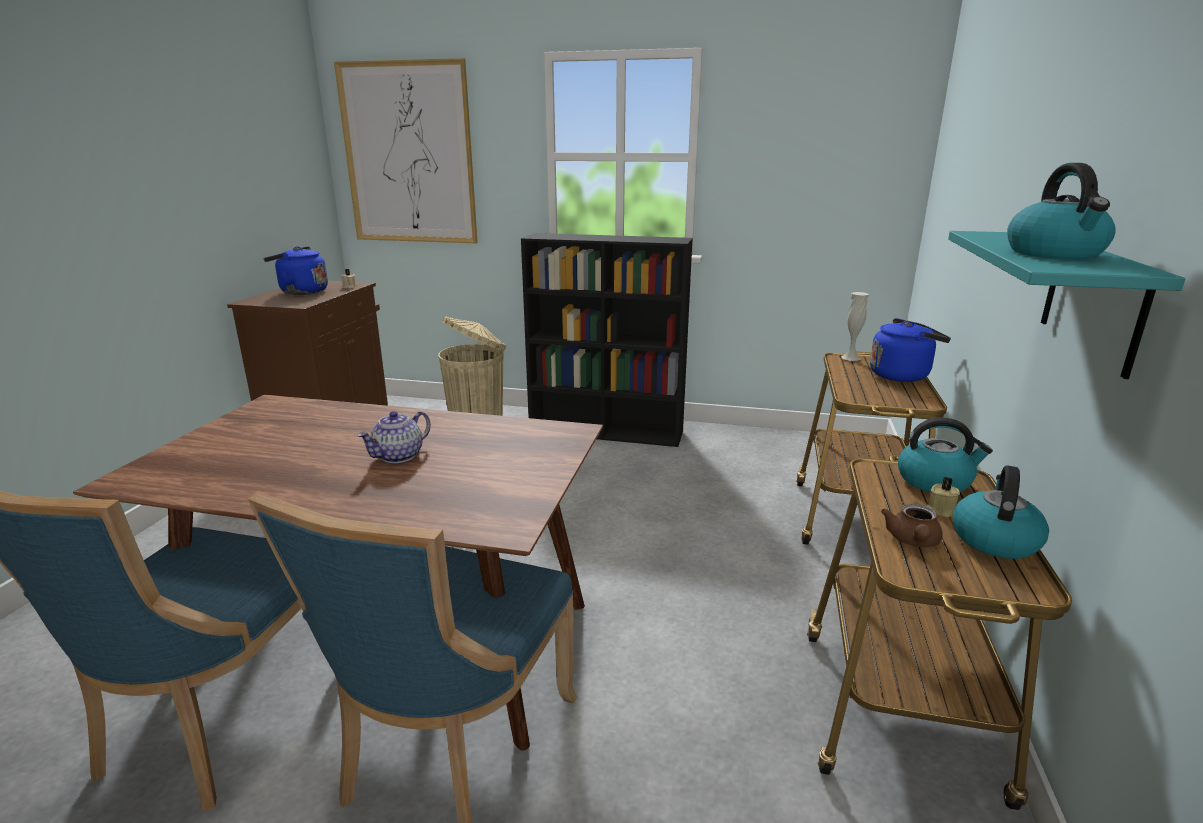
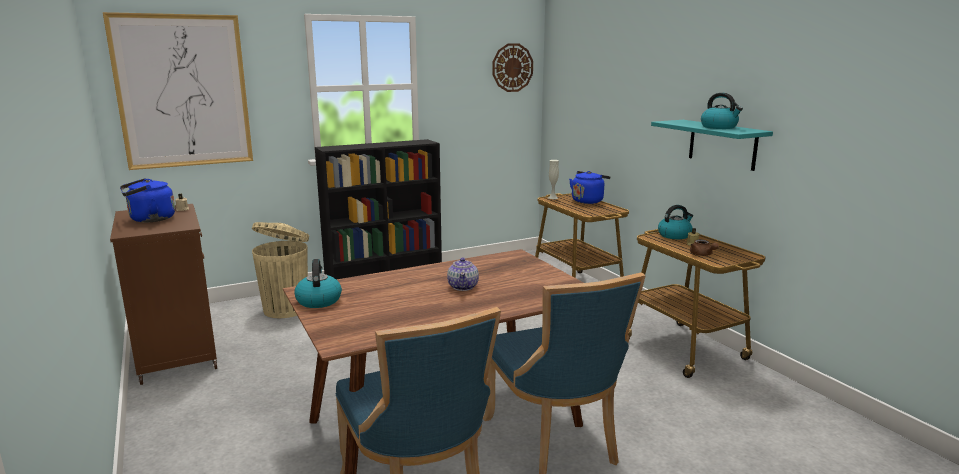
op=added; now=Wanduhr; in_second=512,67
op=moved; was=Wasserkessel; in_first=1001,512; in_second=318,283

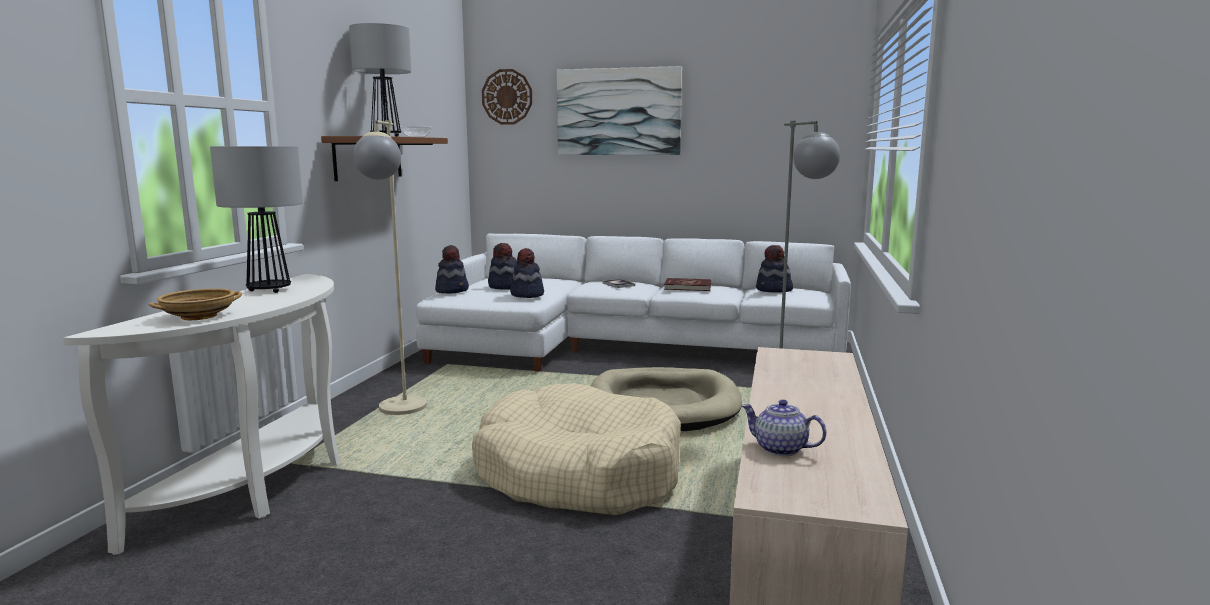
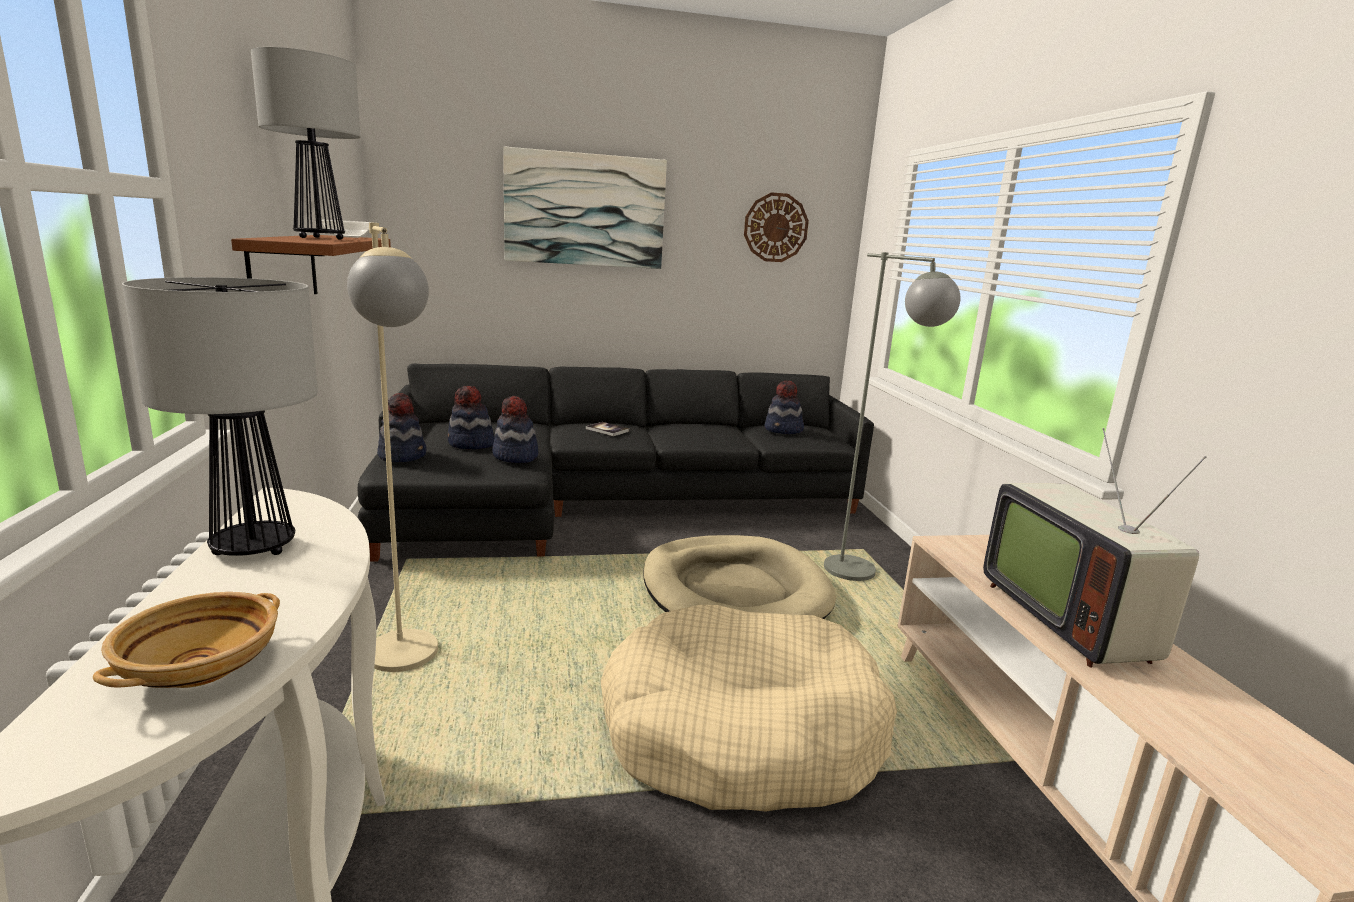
op=removed; was=Buch [rot]; in_first=687,284
op=removed; was=Teekanne; in_first=784,427
op=added; now=Fernseher; in_second=1094,548
op=moved; was=Wanduhr; in_first=507,97; in_second=776,227
op=recoloured; was=Sofa [weiß]; now=Sofa [schwarz]; in_first=633,302; in_second=616,462

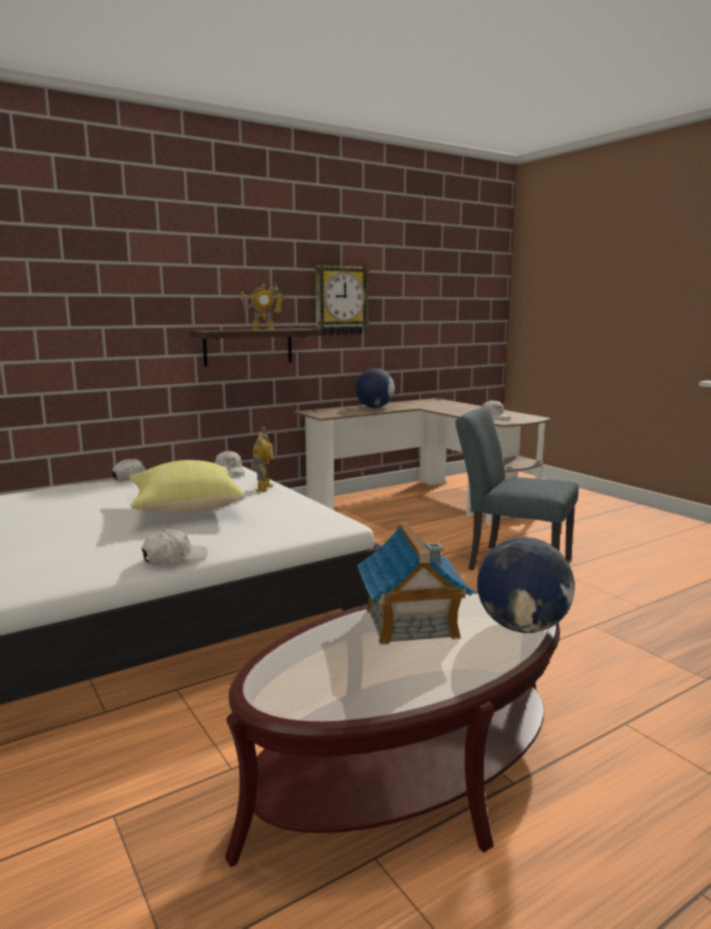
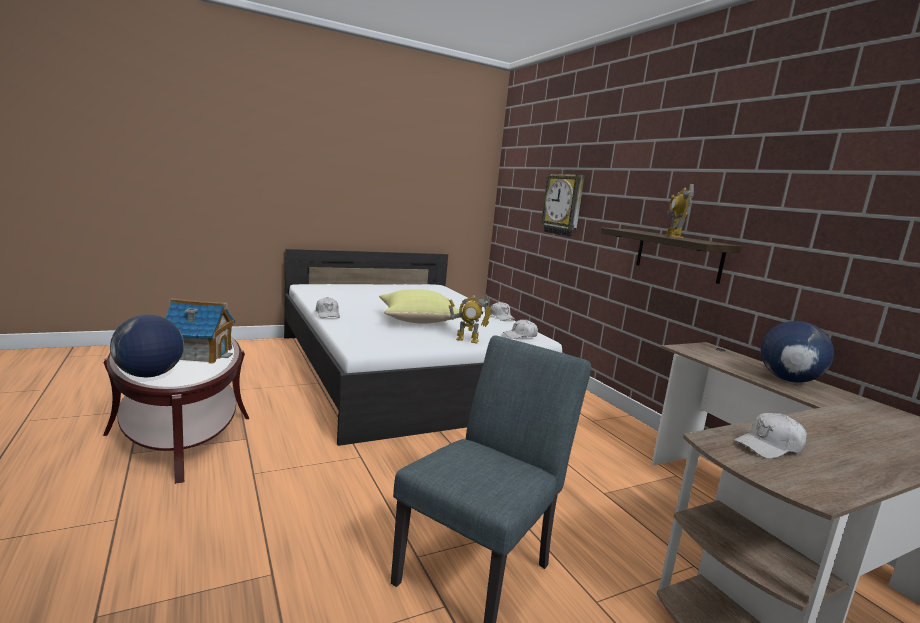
op=moved; was=Wanduhr; in_first=342,300; in_second=562,205

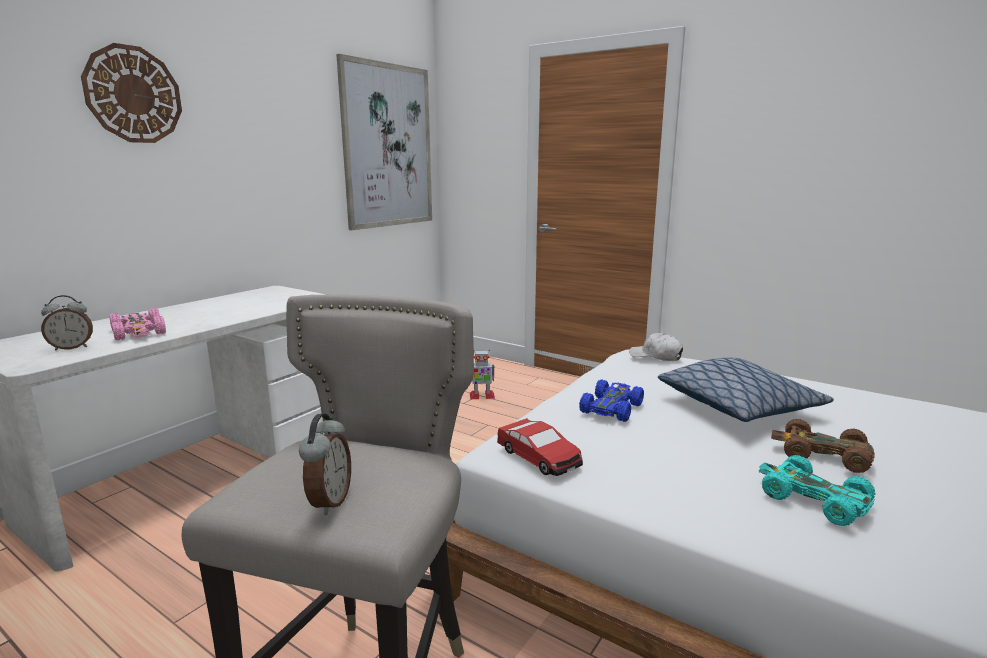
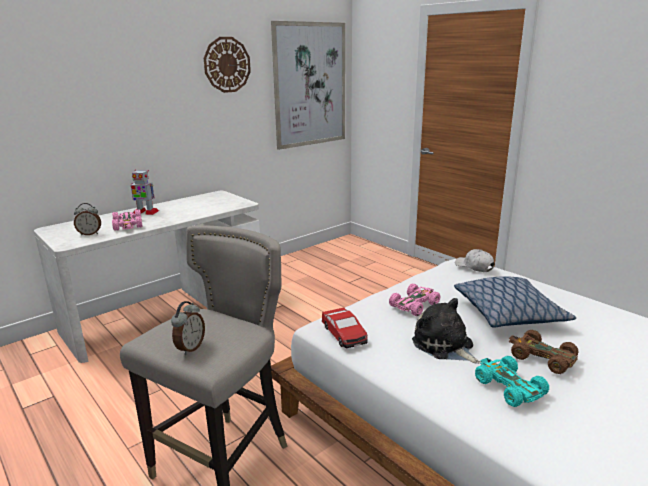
op=added; now=Plüschtier; in_second=446,331
op=moved; was=Wanduhr; in_first=131,93; in_second=227,65
op=moved; was=Spielzeugroboter; in_first=482,374; in_second=144,192
op=recoloured; was=Spielzeugauto [blau]; now=Spielzeugauto [rosa]; in_first=611,401; in_second=415,299

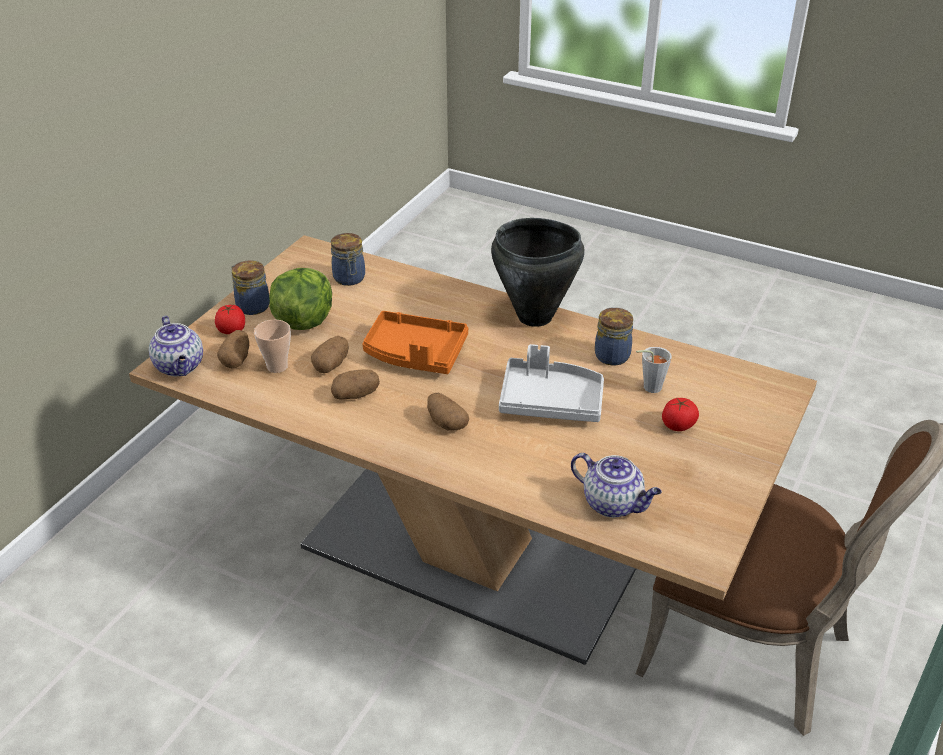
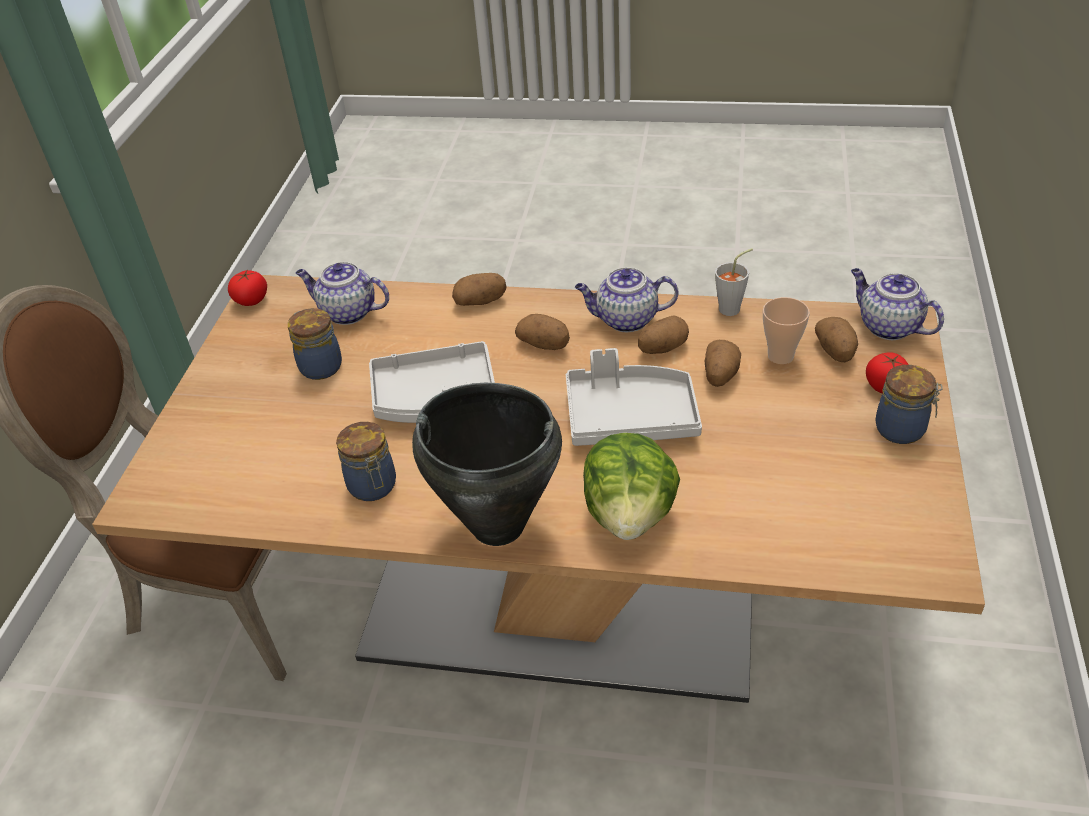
op=added; now=Kartoffel; in_second=479,289
op=added; now=Teekanne; in_second=627,299
op=moved; was=Salatkopf; in_first=300,299; in_second=631,486
op=moved; was=Vorratsglas; in_first=348,259; in_second=315,344
op=moved; was=Tasse [grau]; in_first=654,370; in_second=734,282
op=moved; was=Tomate; in_first=680,414; in_second=247,288
op=recoloured; was=Tablett [orange]; now=Tablett [grau]; in_first=415,342; in_second=634,397

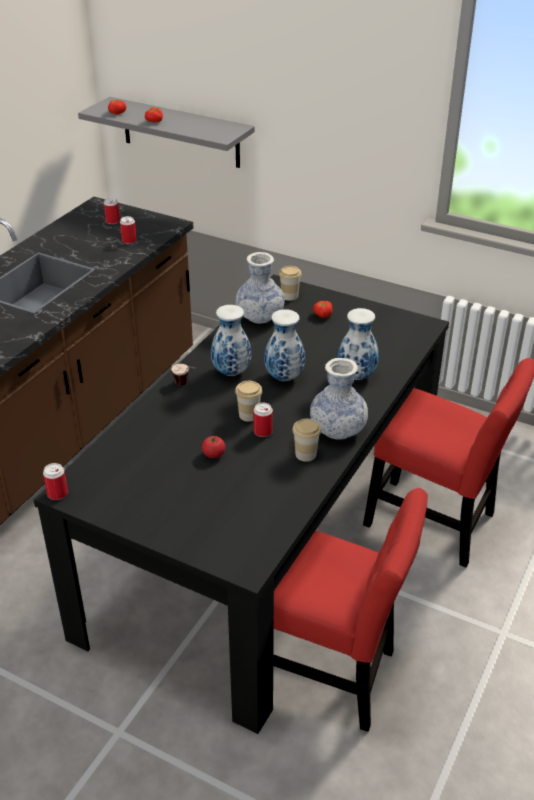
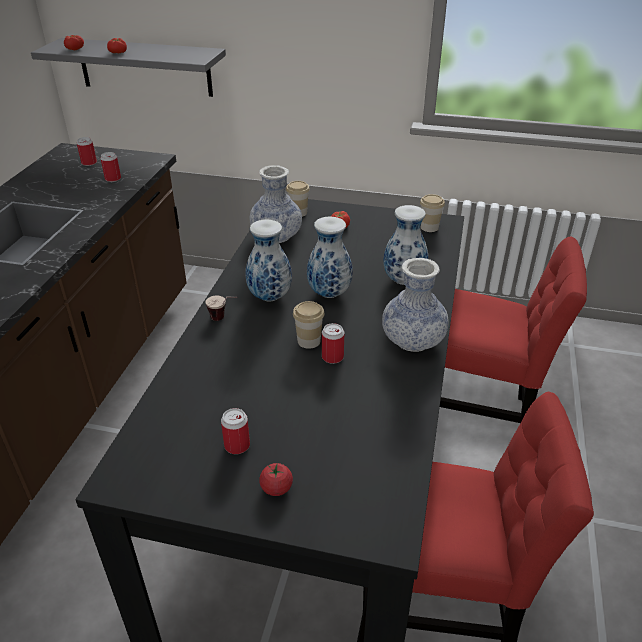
op=moved; was=Dose; in_first=55,481; in_second=235,431
op=moved; was=Tomate; in_first=214,447; in_second=276,479
op=moved; was=Tasse; in_first=306,440; in_second=432,213

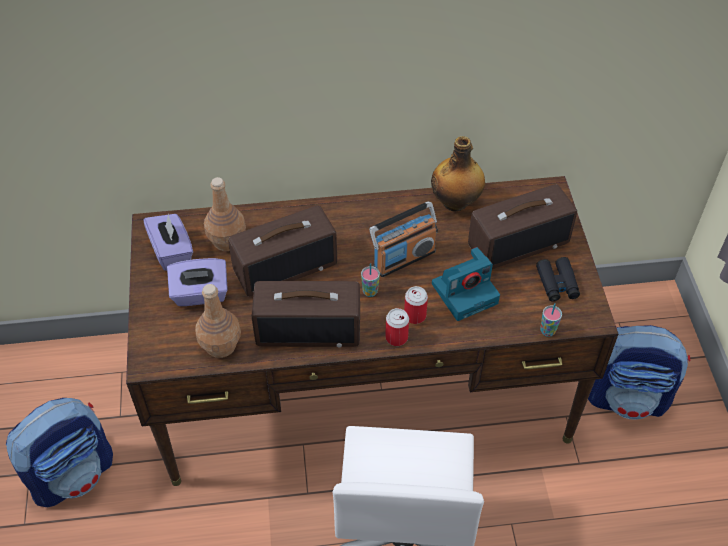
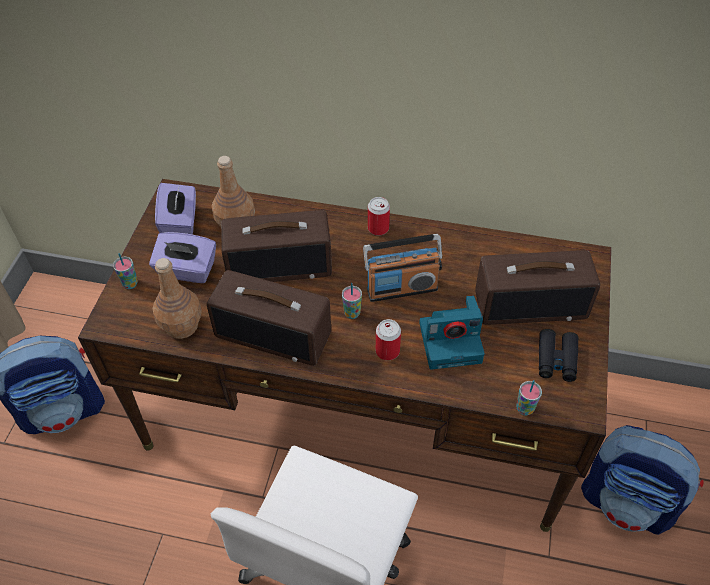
op=removed; was=Flasche; in_first=458,174
op=added; now=Tasse; in_second=125,271
op=moved; was=Dose; in_first=397,327; in_second=379,216

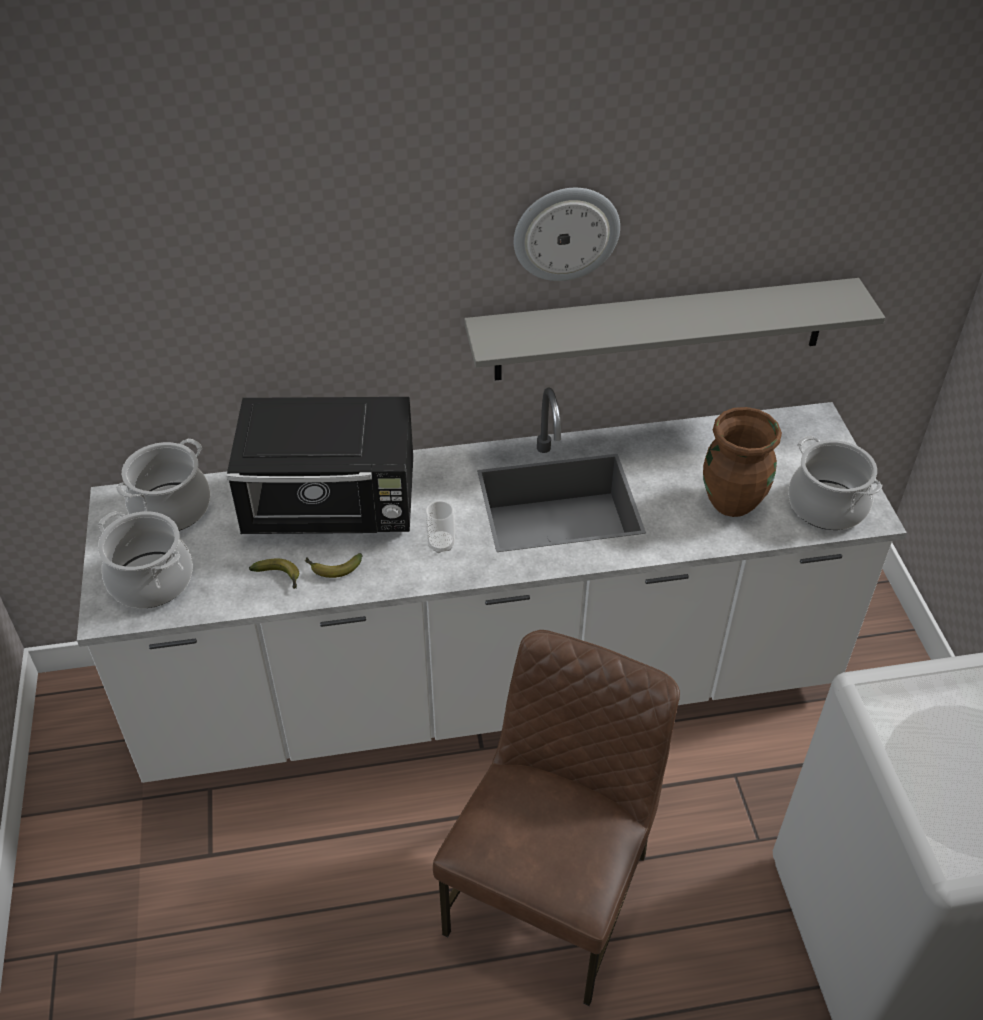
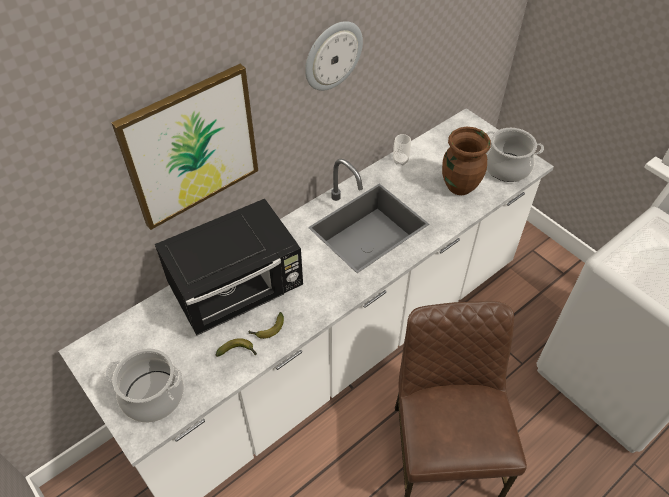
op=removed; was=Kochtopf; in_first=163,484
op=removed; was=Wandregal [grau]; in_first=674,329
op=added; now=Bild; in_second=185,147
op=moved; was=Tasse; in_first=440,527; in_second=402,149

